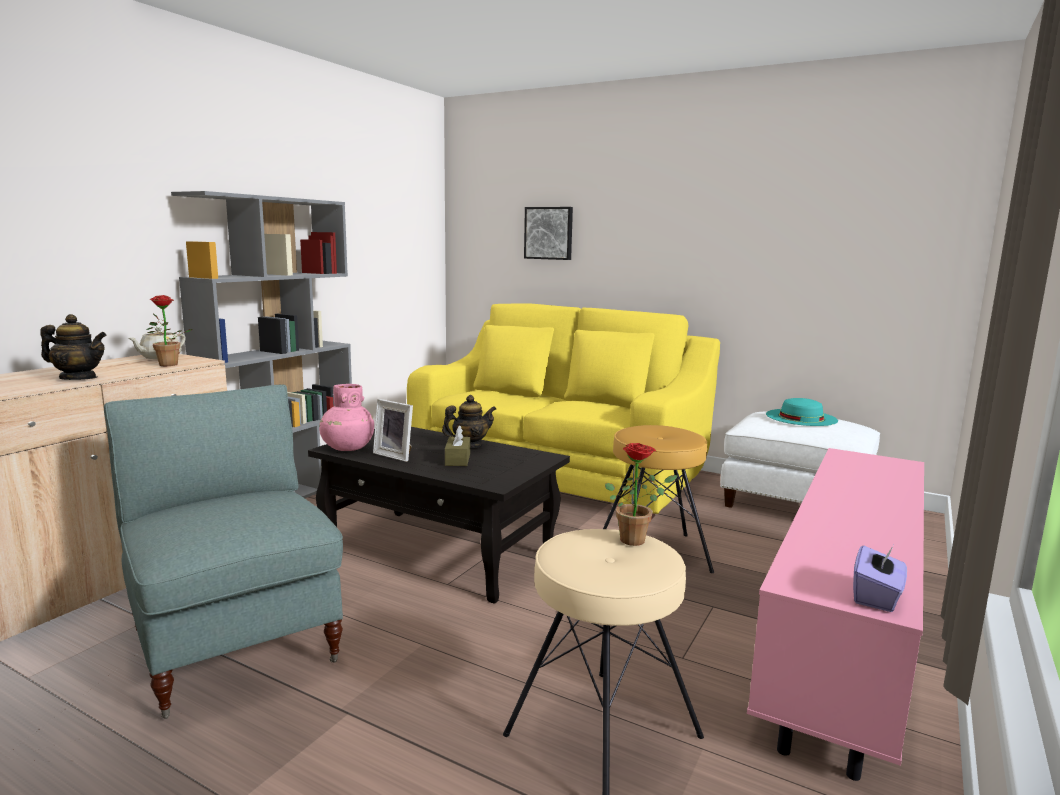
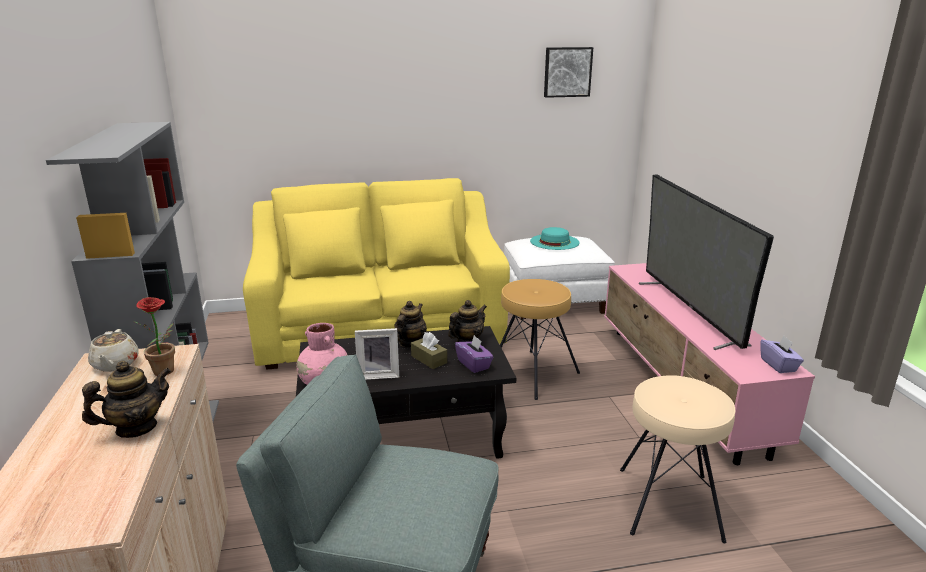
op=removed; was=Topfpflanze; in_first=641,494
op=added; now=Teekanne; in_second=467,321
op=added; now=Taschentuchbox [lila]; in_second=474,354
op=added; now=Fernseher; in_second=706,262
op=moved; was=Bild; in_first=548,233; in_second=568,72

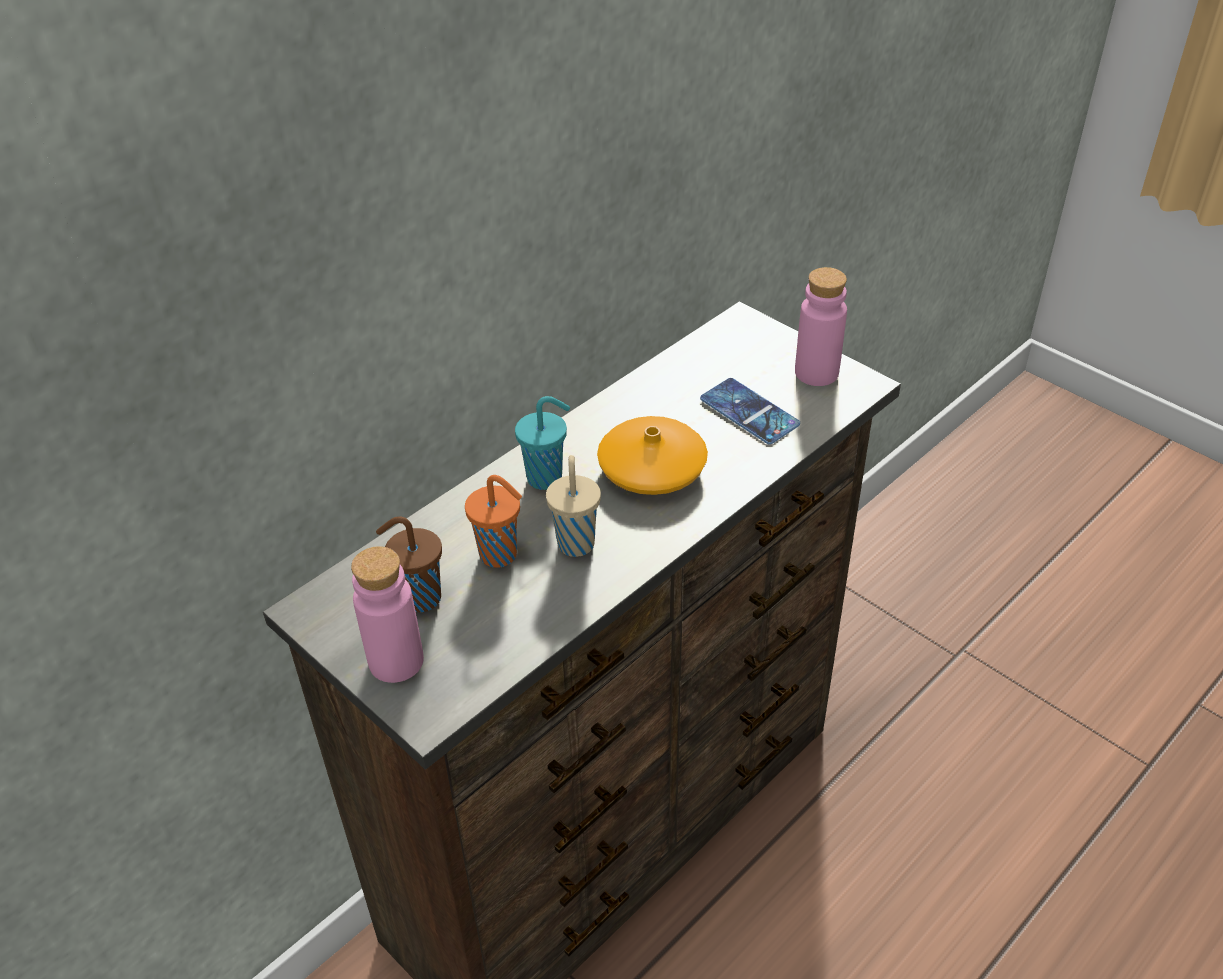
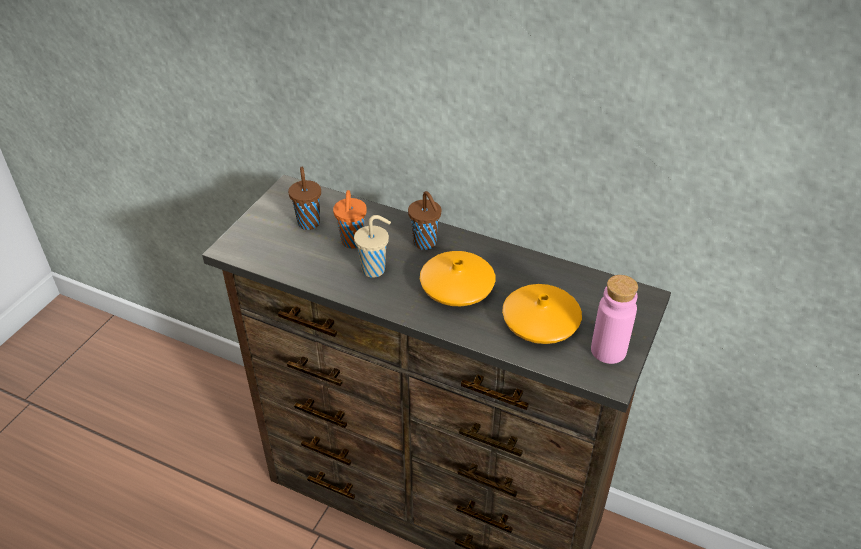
op=removed; was=Flasche [rosa]; in_first=387,614
op=replaced; was=Handy; now=Vase [orange]; in_first=750,411; in_second=542,314
op=recoloured; was=Tasse [türkis]; now=Tasse [braun]; in_first=542,443; in_second=424,220

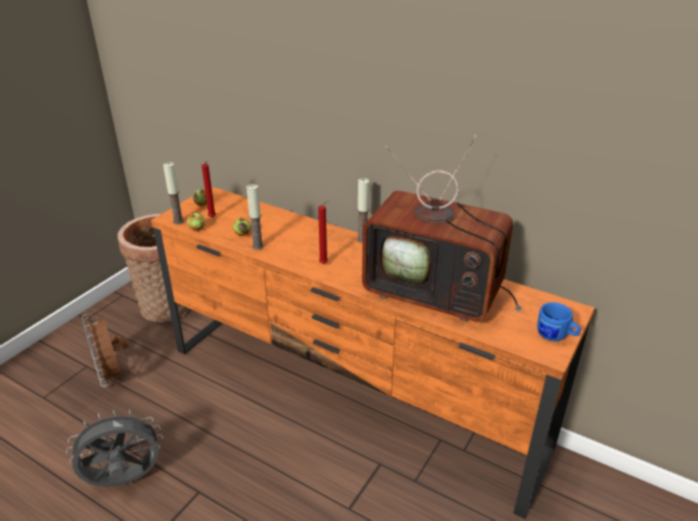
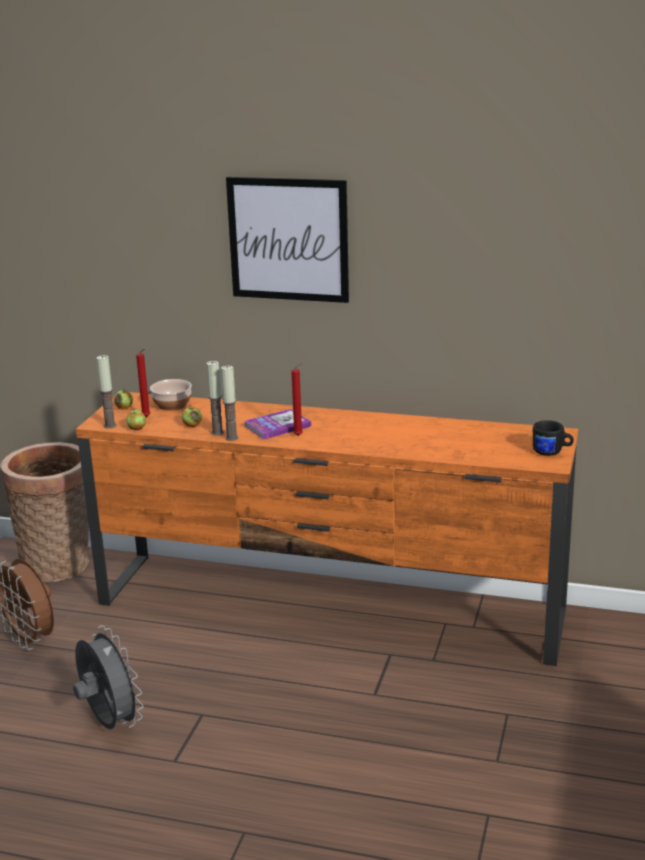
op=removed; was=Fernseher; in_first=442,228
op=added; now=Schüssel; in_second=171,395
op=added; now=Bild; in_second=287,240
op=added; now=Buch; in_second=278,424
op=moved; was=Kerze; in_first=363,210; in_second=229,403
op=recoloured; was=Henkelbecher [blau]; now=Henkelbecher [schwarz]; in_first=559,321; in_second=553,438
op=turned; was=Ventilator [grau]; in_first=114,448; in_second=108,677; clockwise=90

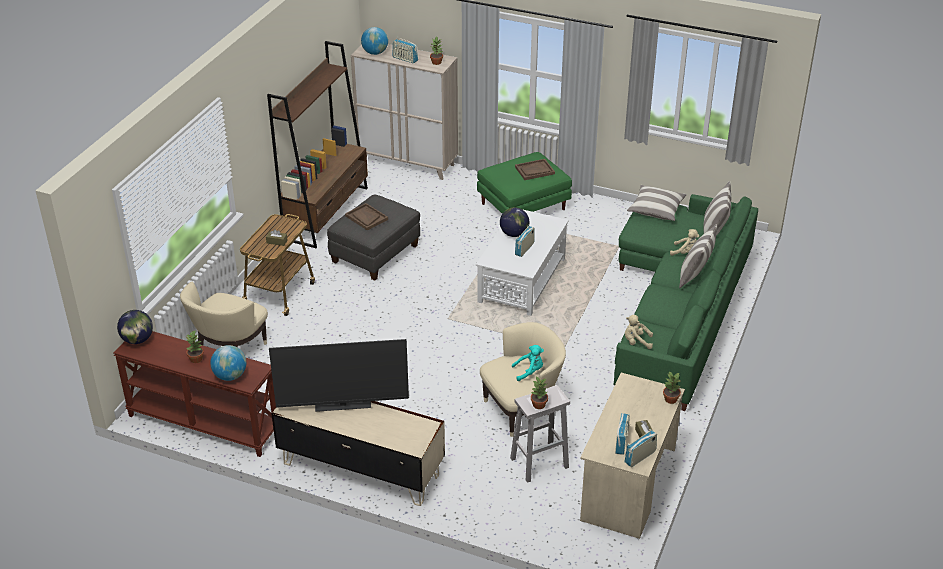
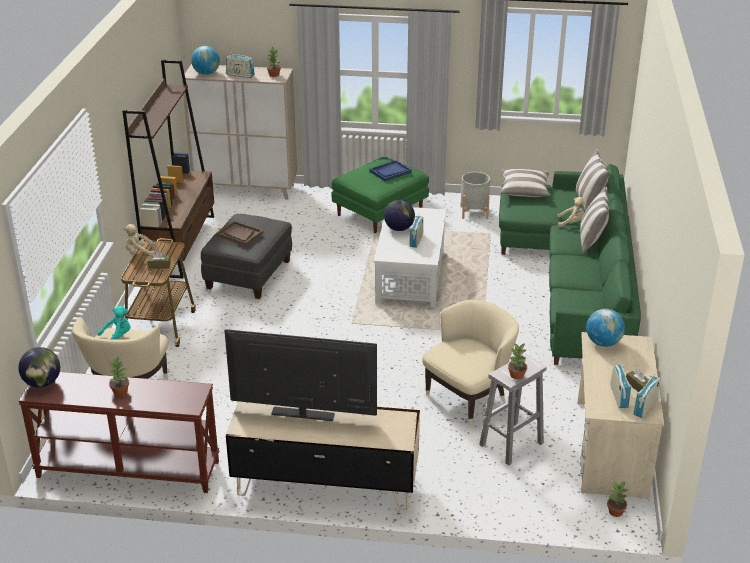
op=added; now=Pflanzkübel [grau]; in_second=475,195
op=moved; was=Globus; in_first=228,363; in_second=605,328
op=moved; was=Plüschtier [türkis]; in_first=528,363; in_second=114,323
op=moved; was=Plüschtier [beige]; in_first=639,332; in_second=139,239
op=moved; was=Topfpflanze; in_first=672,388; in_second=617,499
op=recoloured; was=Tablett [braun]; now=Tablett [blau]; in_first=535,169; in_second=390,170
op=turned; was=Fernseher; in_first=339,375; in_second=301,375; clockwise=-150

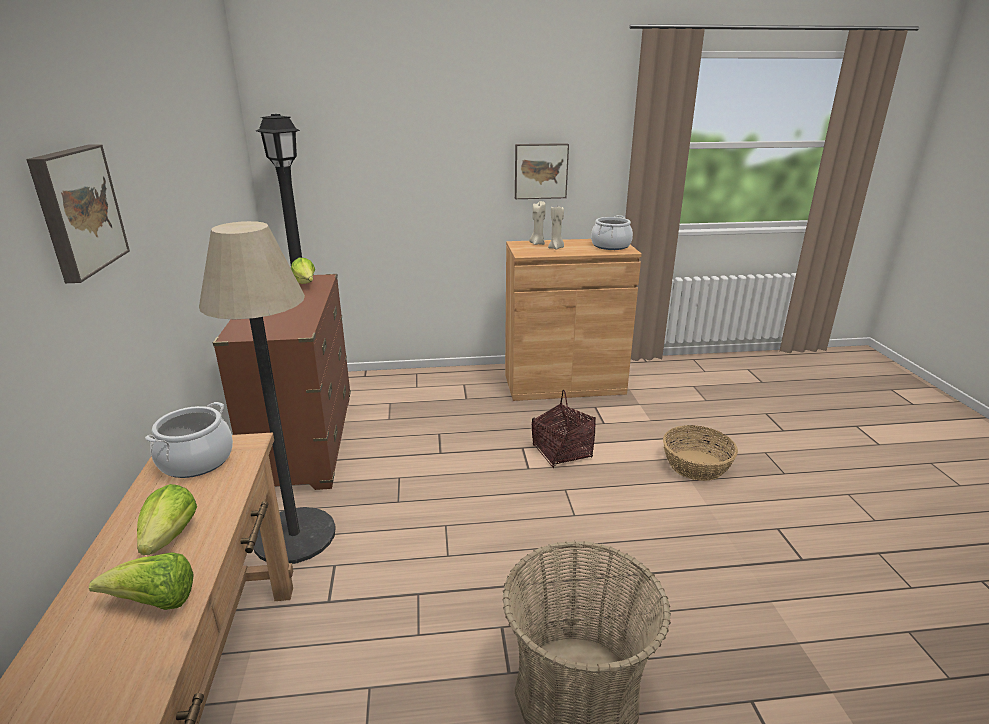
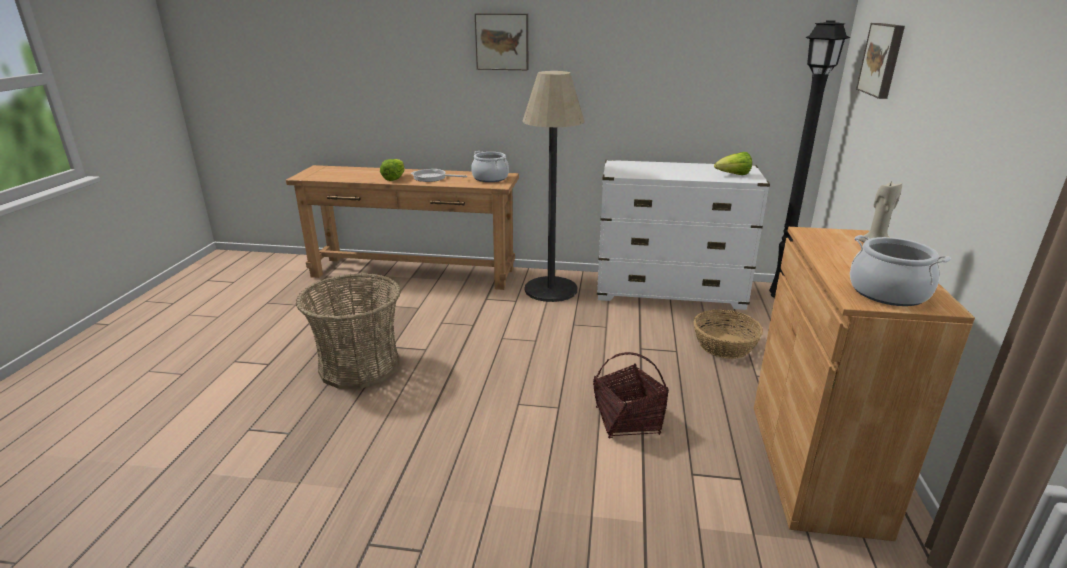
op=removed; was=Kerze [beige]; in_first=556,227
op=moved; was=Bild; in_first=542,171; in_second=880,61
op=moved; was=Korb; in_first=700,453; in_second=728,334
op=replaced; was=Salatkopf; now=Pfanne; in_first=167,519; in_second=439,175
op=recoloured; was=Kommode [braun]; now=Kommode [weiß]; in_first=282,382; in_second=683,235

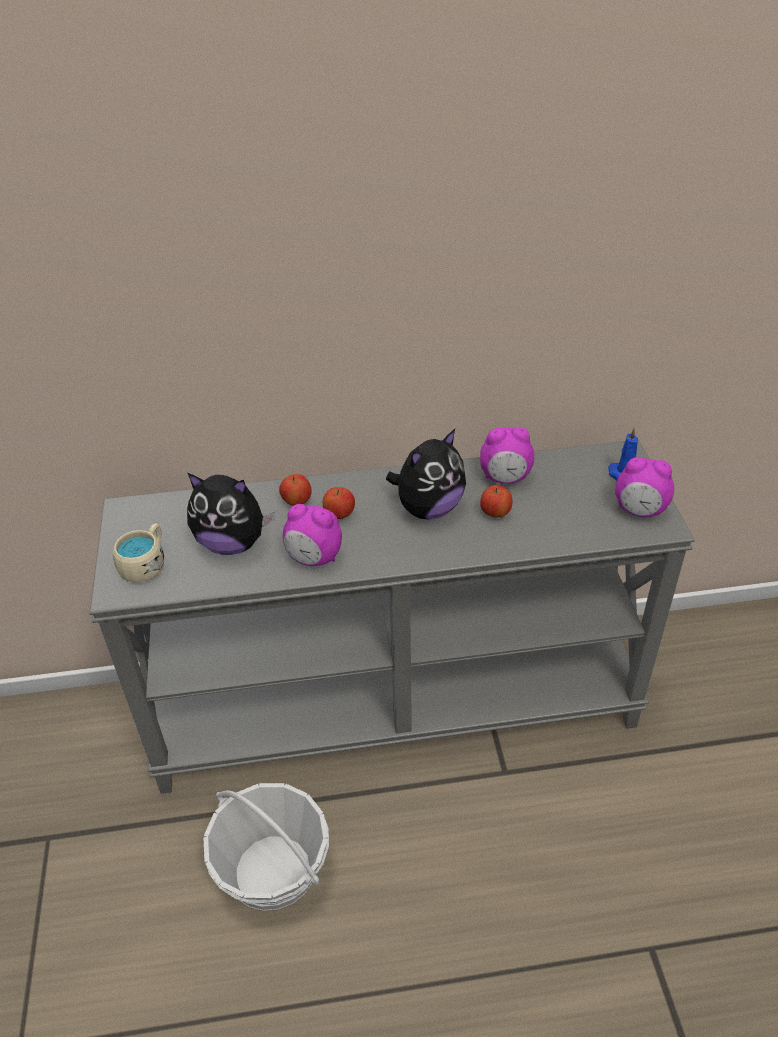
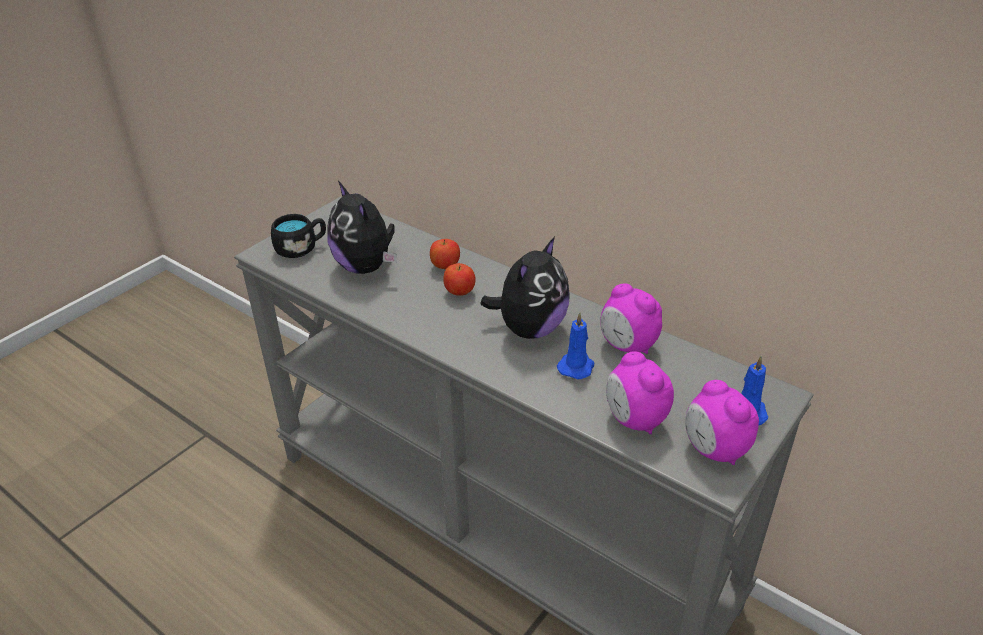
op=removed; was=Korb; in_first=266,847
op=moved; was=Wecker; in_first=312,535; in_second=640,392
op=replaced; was=Apfel; now=Kerze [blau]; in_first=496,501; in_second=575,345
op=recoloured; was=Henkelbecher [beige]; now=Henkelbecher [schwarz]; in_first=138,553; in_second=298,236
op=turned; was=Plüschtier; in_first=426,474; in_second=525,288; clockwise=-60

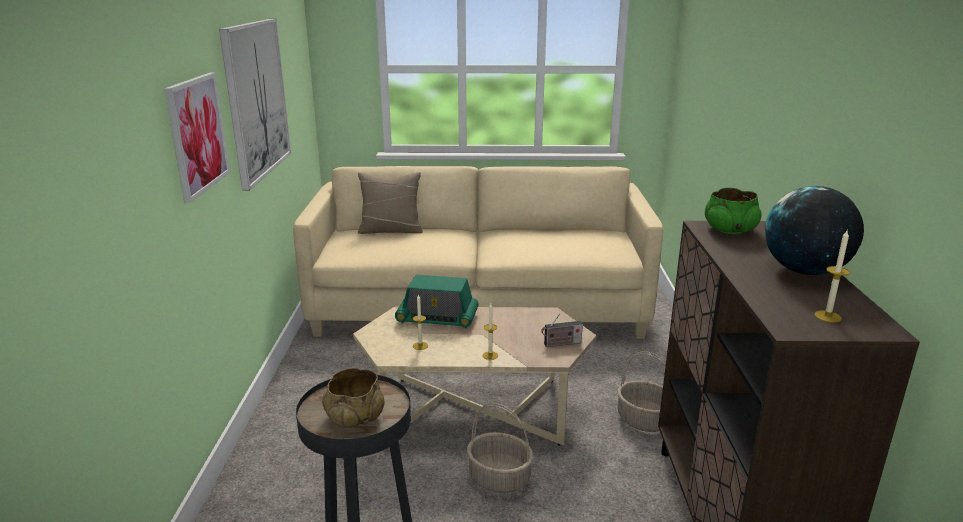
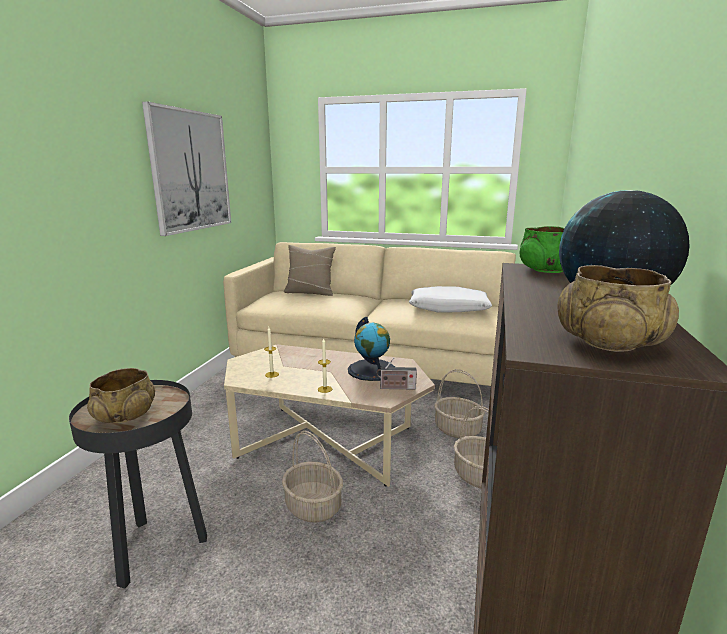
op=removed; was=Bild; in_first=197,137
op=removed; was=Radio; in_first=437,302
op=added; now=Globus; in_second=371,349
op=added; now=Kissen [weiß]; in_second=450,299
op=added; now=Korb; in_second=459,403
op=replaced; was=Kerze; now=Schüssel [beige]; in_first=832,276; in_second=618,308

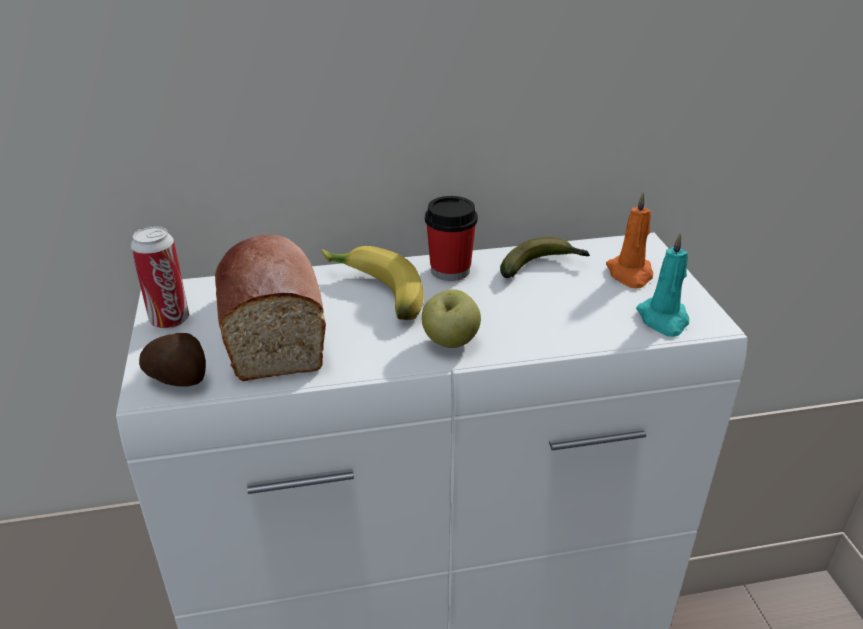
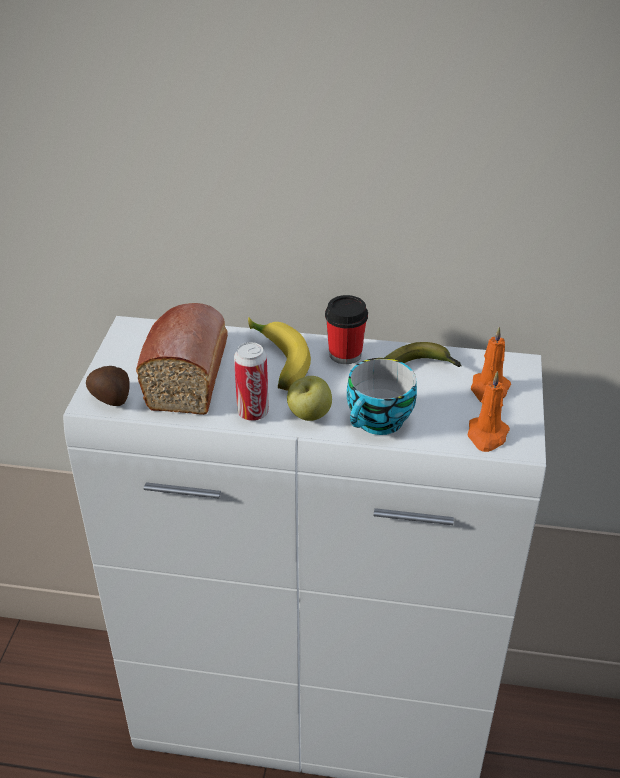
op=added; now=Tasse; in_second=382,396
op=moved; was=Dose; in_first=160,277; in_second=251,381
op=recoloured; was=Kerze [türkis]; now=Kerze [orange]; in_first=662,284; in_second=489,411

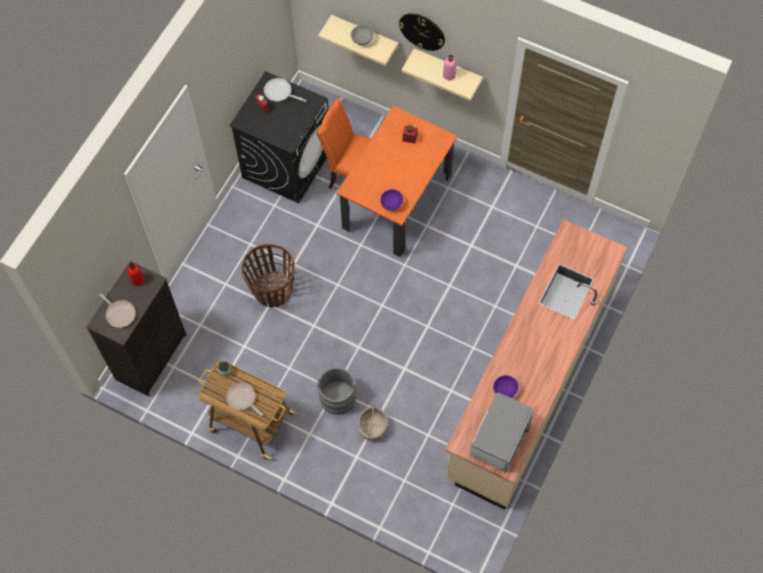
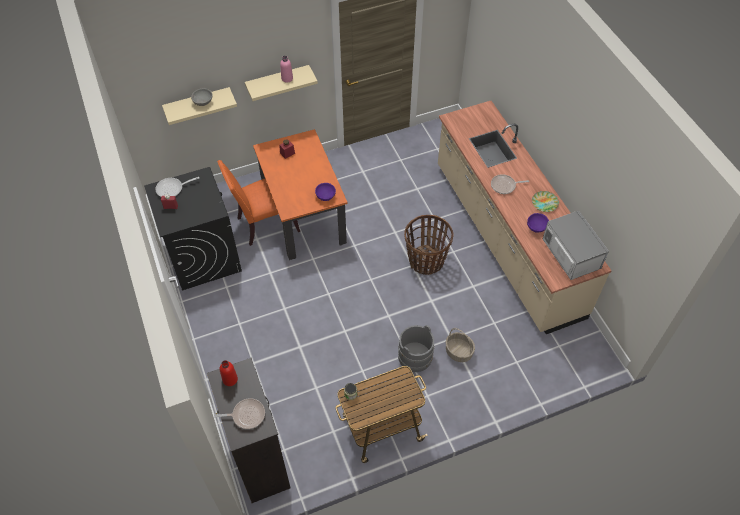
op=removed; was=Wanduhr; in_first=422,32
op=added; now=Teller; in_second=545,201
op=moved; was=Pfanne; in_first=244,399; in_second=510,184
op=moved; was=Korb; in_first=268,275; in_second=429,245

